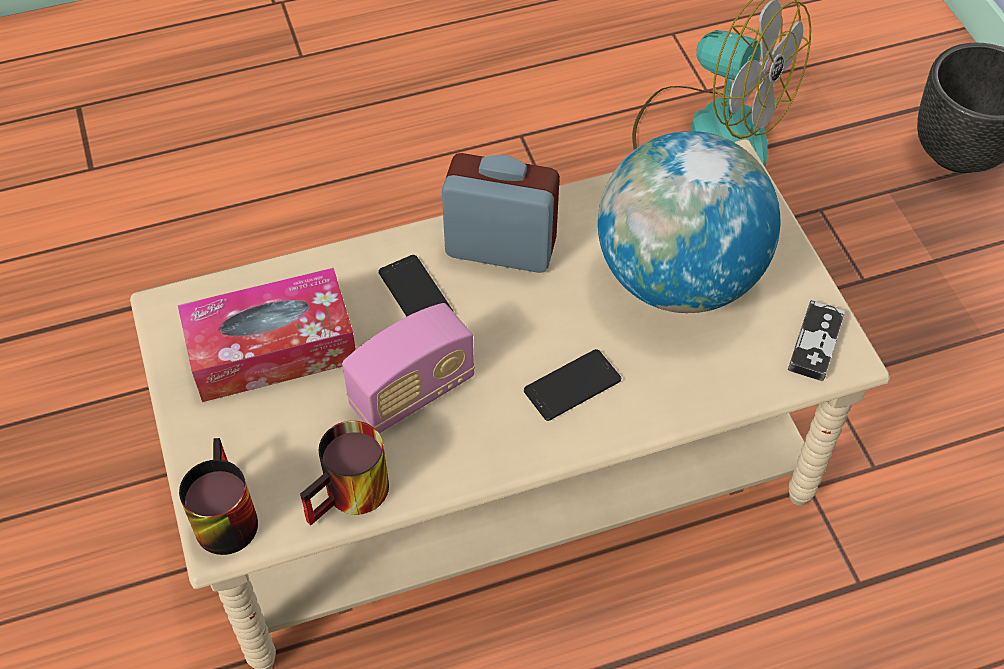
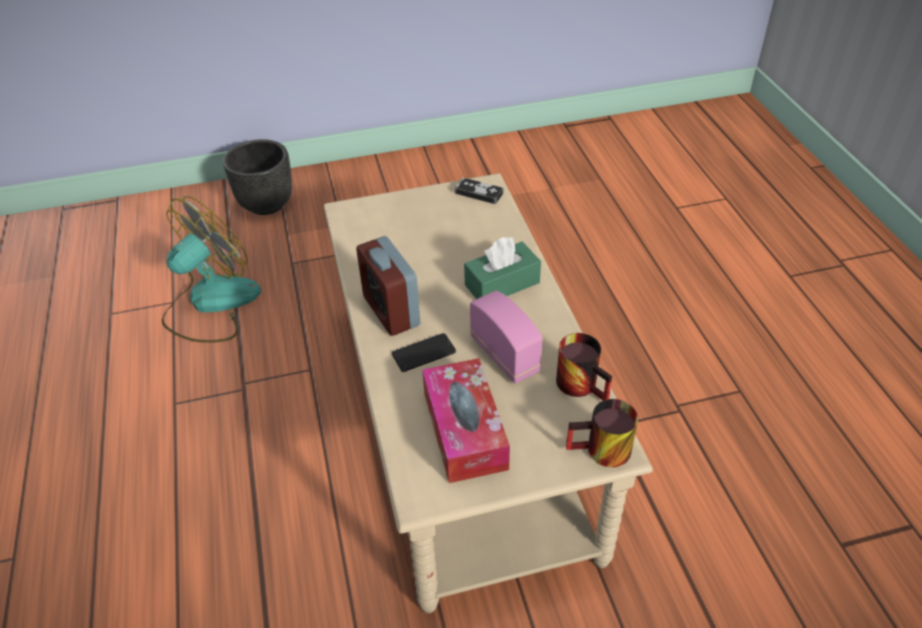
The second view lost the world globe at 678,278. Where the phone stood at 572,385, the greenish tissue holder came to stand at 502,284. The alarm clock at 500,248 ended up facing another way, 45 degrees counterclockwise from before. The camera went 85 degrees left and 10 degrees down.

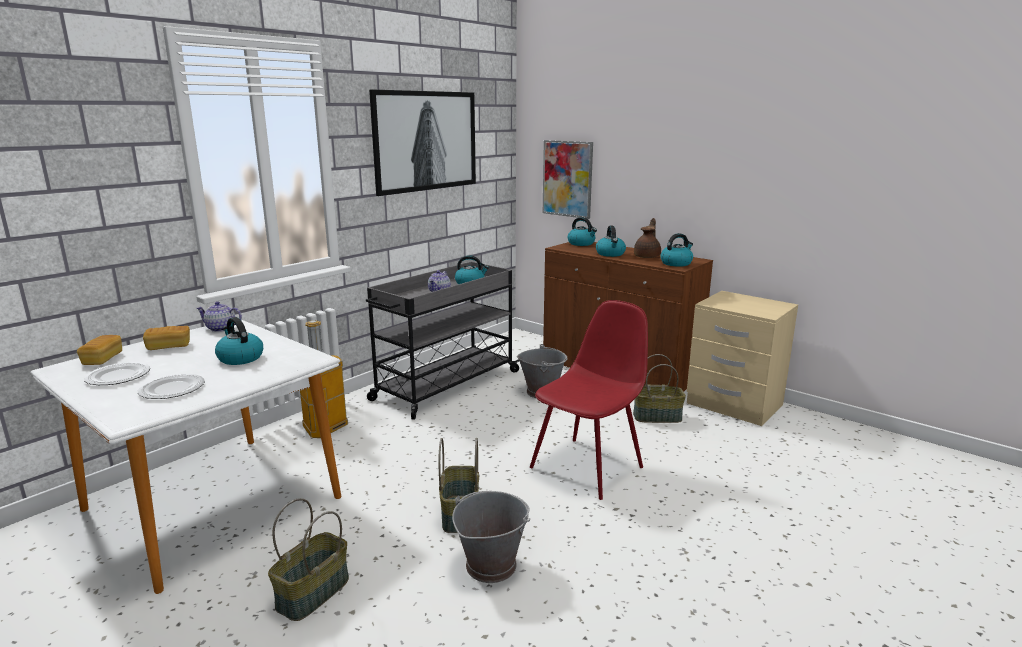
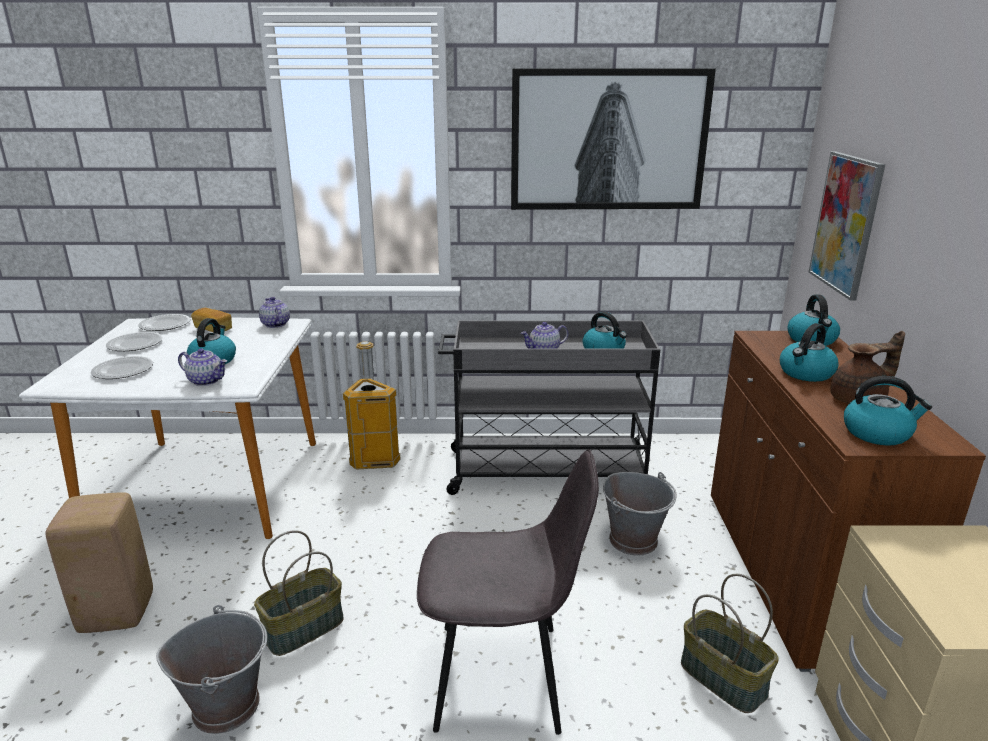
The second view gained the pot for tea at 206,381. Where the bakery bread stood at 102,359, the plate came to stand at 165,325. Where the household basket stood at 313,594, the beige stool seat came to stand at 115,614. What was the red-coloured chair at 588,466 turned into the gray chair at 503,677. The camera went 50 degrees right and 5 degrees up.

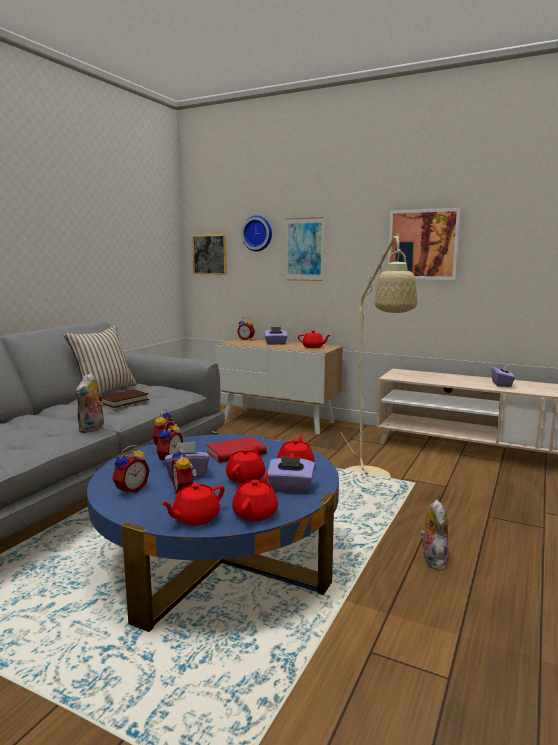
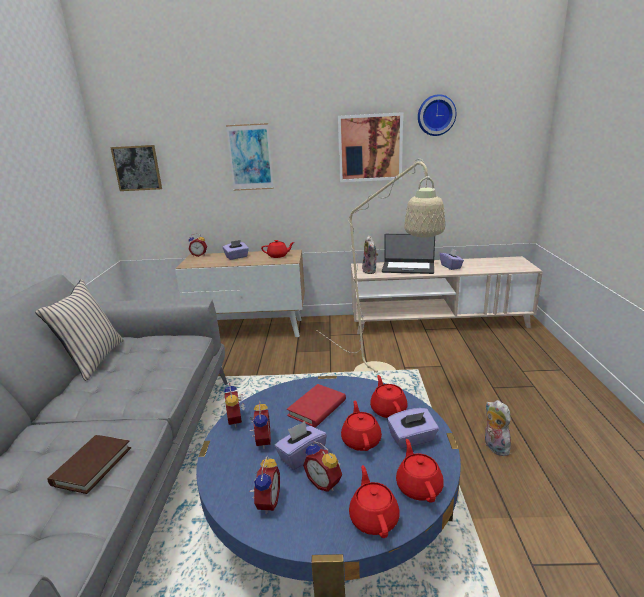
The second view gained the laptop at 408,268. The soft toy ended up elsewhere, having gone from 92,429 to 370,271. The brownish book ended up elsewhere, having gone from 124,401 to 92,466. The hanging clock ended up elsewhere, having gone from 258,233 to 436,115. The red-coloured pot for tea at 195,518 ended up facing another way, 150 degrees clockwise from before. The camera went 25 degrees left and 10 degrees up.

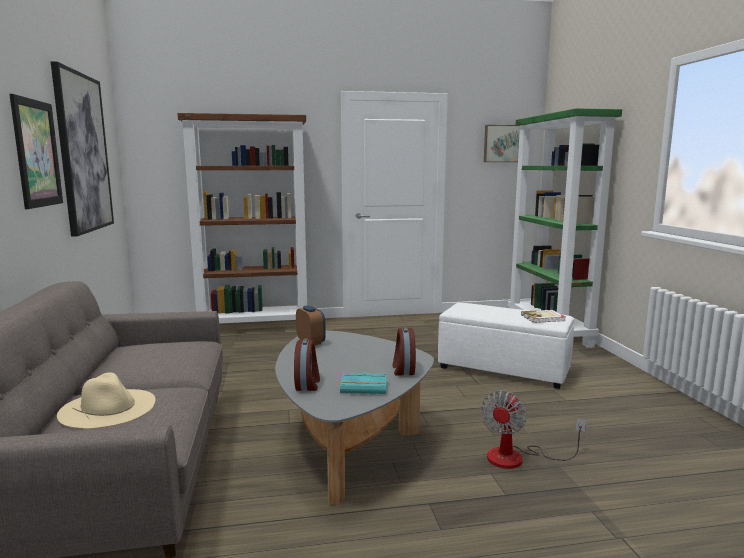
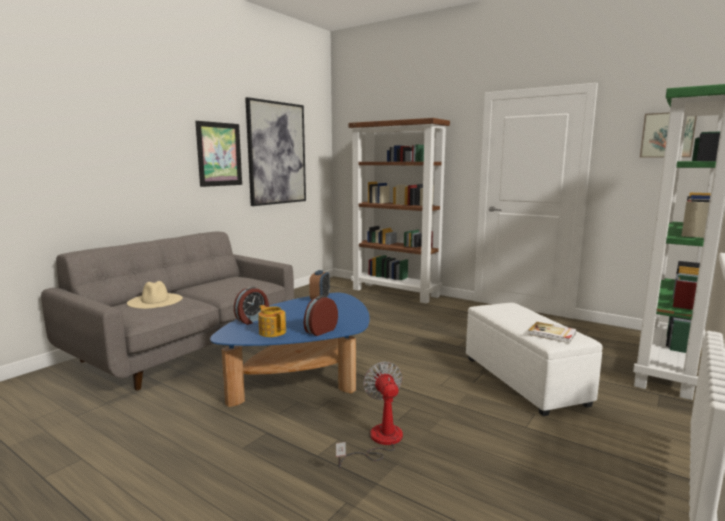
Where the blue-green book stood at 365,387, the pot for tea came to stand at 272,332. What was the gray lounge table at 348,439 turned into the blue lounge table at 305,377. The cooling fan at 517,458 ended up facing another way, 90 degrees clockwise from before. The camera went 45 degrees right and 0 degrees up.

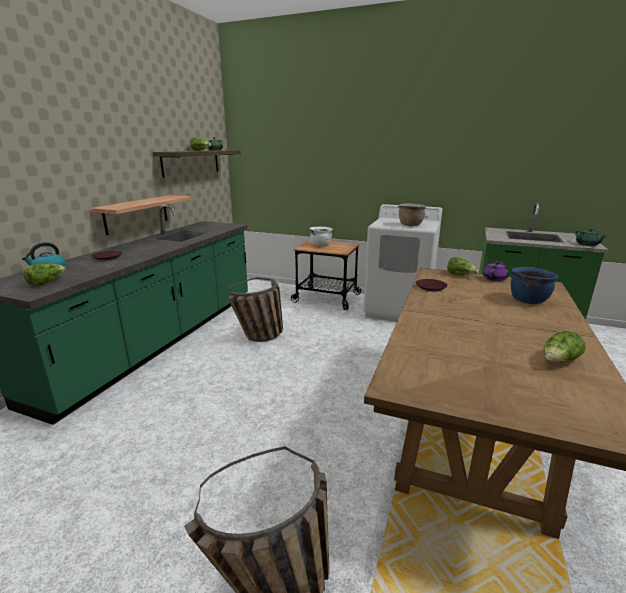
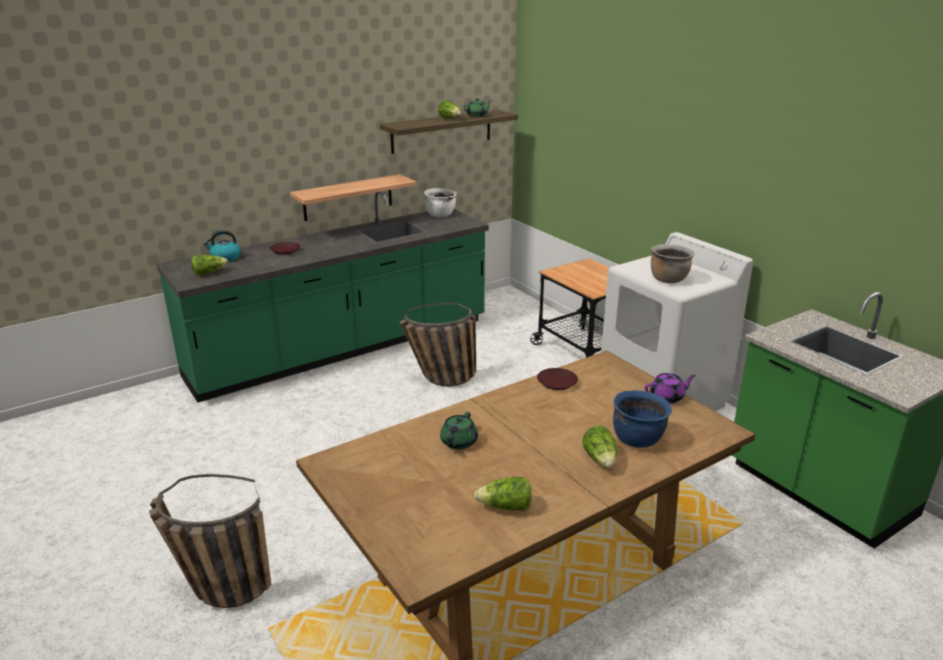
The whitish stockpot ended up elsewhere, having gone from 320,245 to 440,215. The lettuce head ended up elsewhere, having gone from 460,275 to 600,459. The greenish pot for tea ended up elsewhere, having gone from 587,244 to 458,442. The camera went 35 degrees right and 5 degrees up.

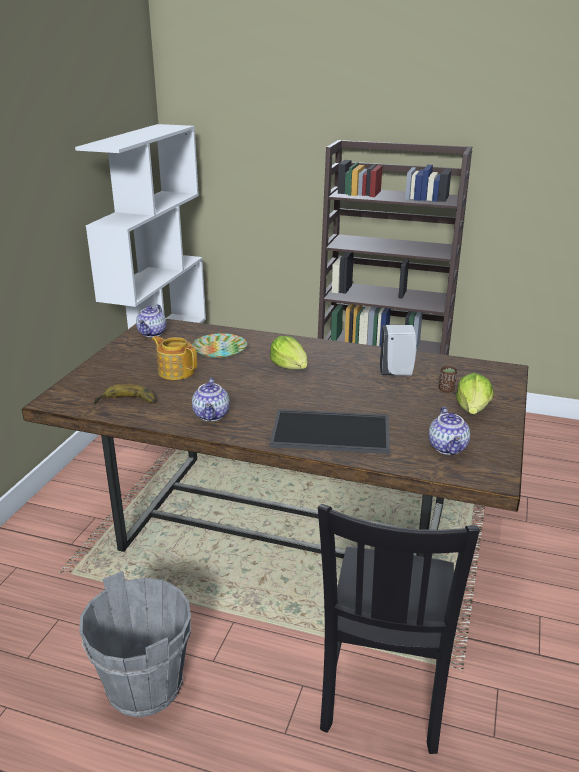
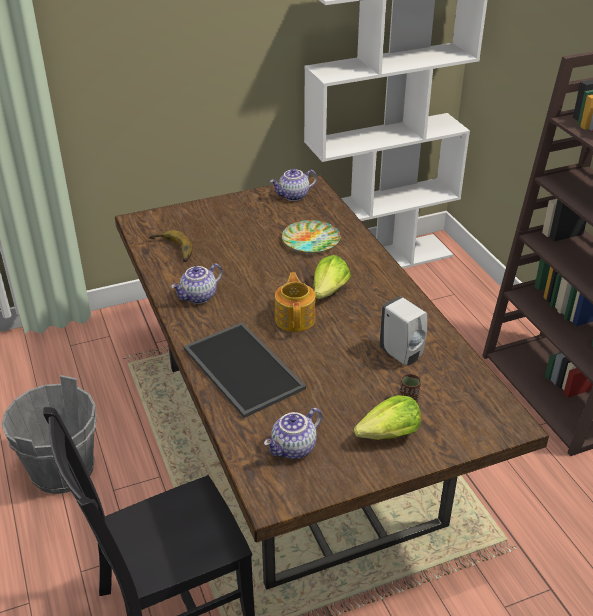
The pot for tea ended up elsewhere, having gone from 176,371 to 295,318. The camera went 50 degrees right and 10 degrees up.

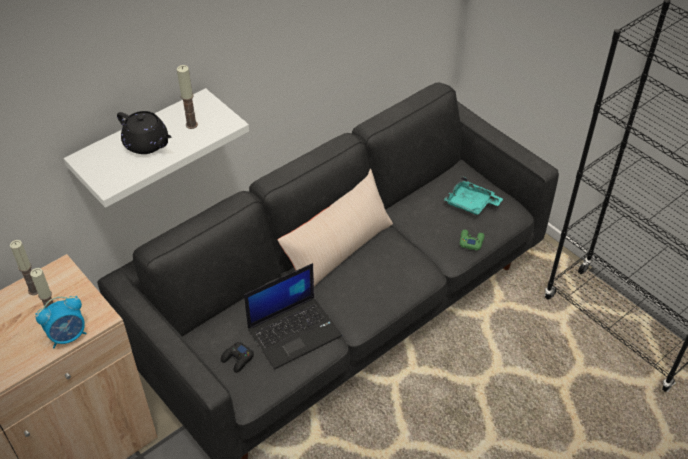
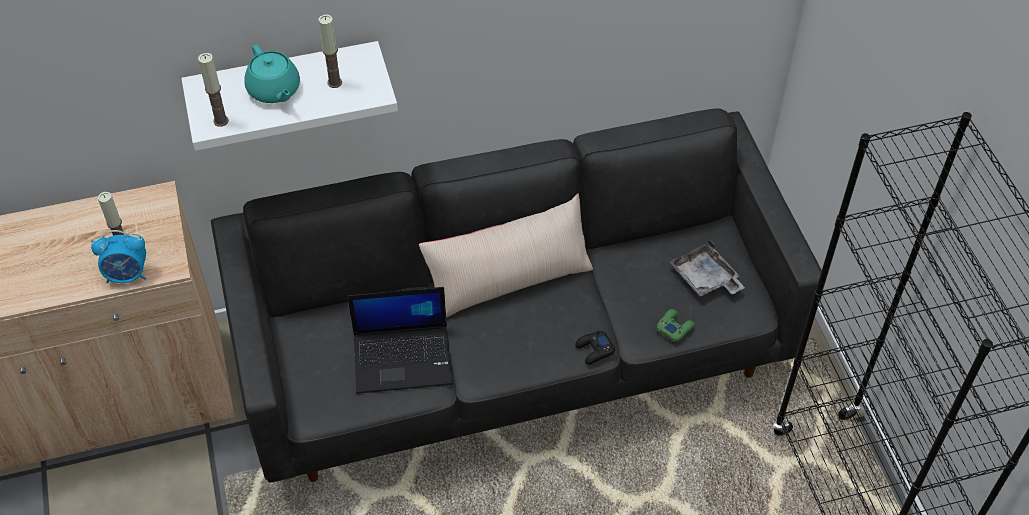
The wax candle ended up elsewhere, having gone from 34,290 to 221,121. The black joypad ended up elsewhere, having gone from 237,359 to 594,350. What was the black pot for tea at 147,144 turned into the blue-green pot for tea at 274,90. What was the blue-green tray at 471,203 turned into the gray tray at 705,278. The camera went 25 degrees right and 5 degrees up.

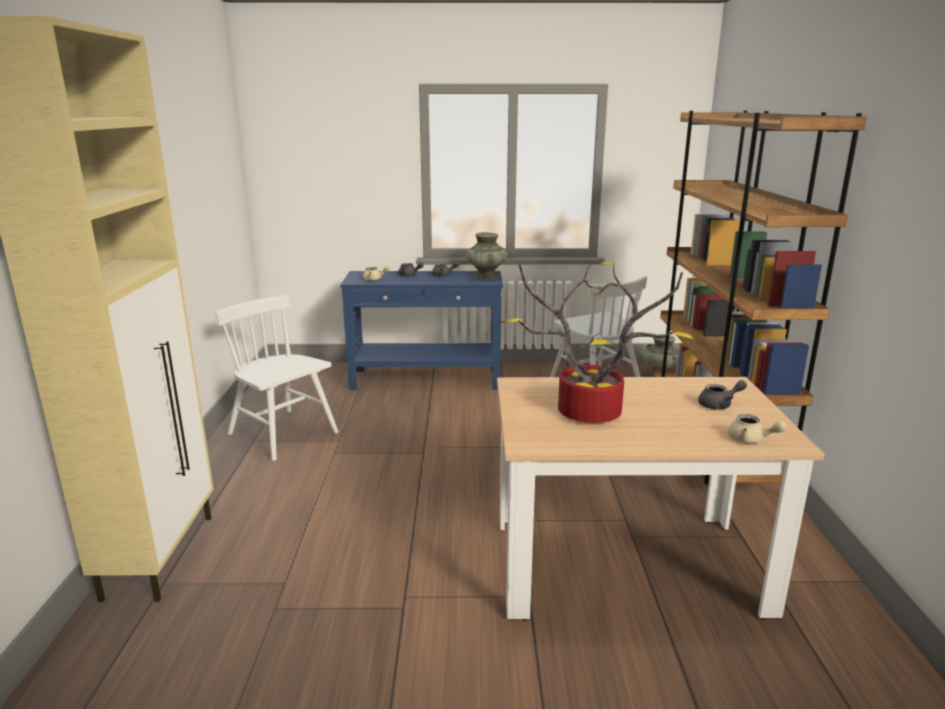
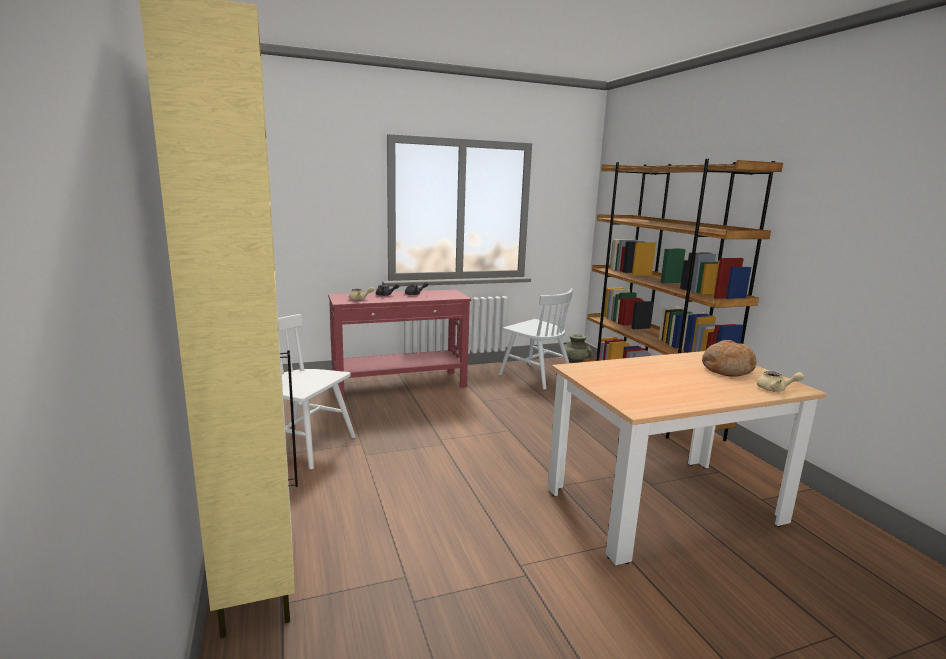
The second view lost the blue-green flower vase at 486,276. The second view lost the houseplant at 585,414. Where the gray pot for tea stood at 719,405, the bakery bread came to stand at 726,369. What was the blue hall table at 426,379 turned into the red-coloured hall table at 400,385. The camera went 20 degrees left and 5 degrees down.

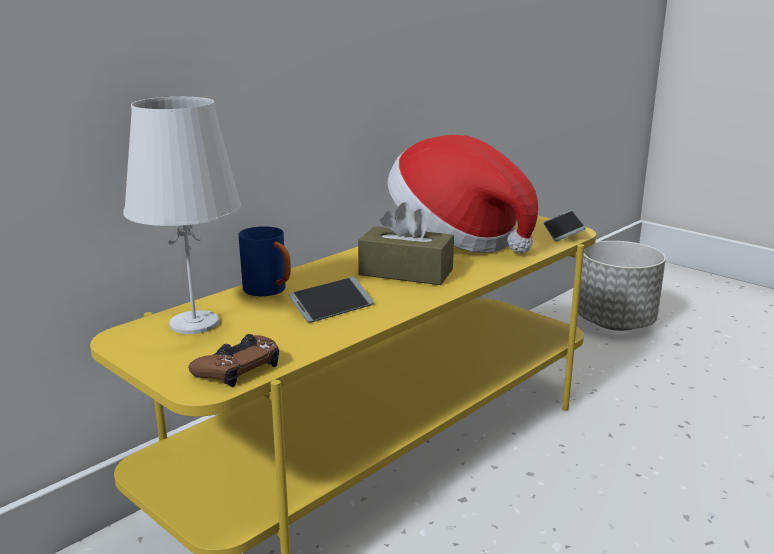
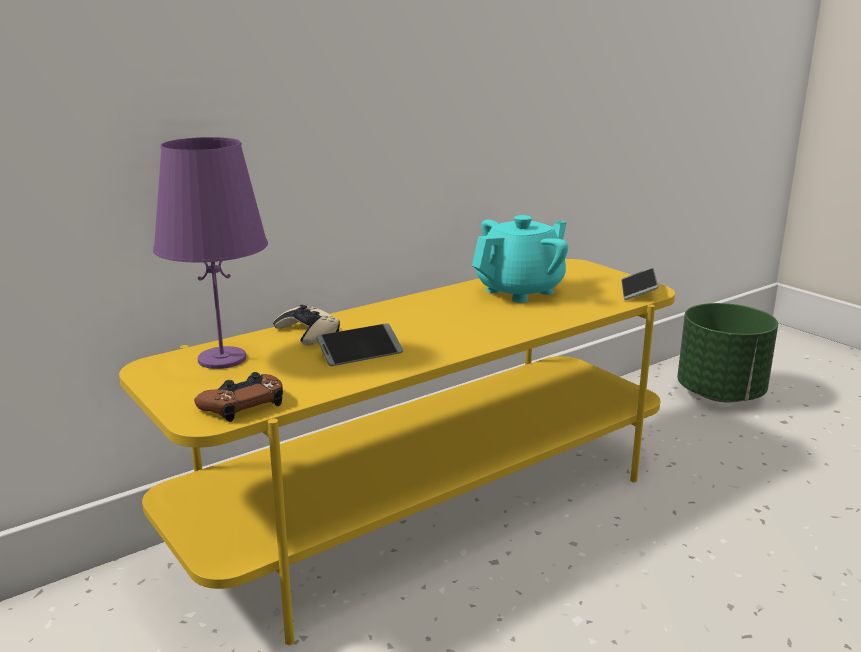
The second view lost the brownish tissue holder at 406,272. Where the blue mug stood at 270,291, the beige joypad came to stand at 308,333. Where the hat stood at 456,238, the blue-green pot for tea came to stand at 520,291. What was the whitish tabletop lamp at 194,324 turned into the purplish tabletop lamp at 221,359. What was the gray planter at 615,323 turned into the greenish planter at 721,394. The camera went 10 degrees right and 0 degrees up.

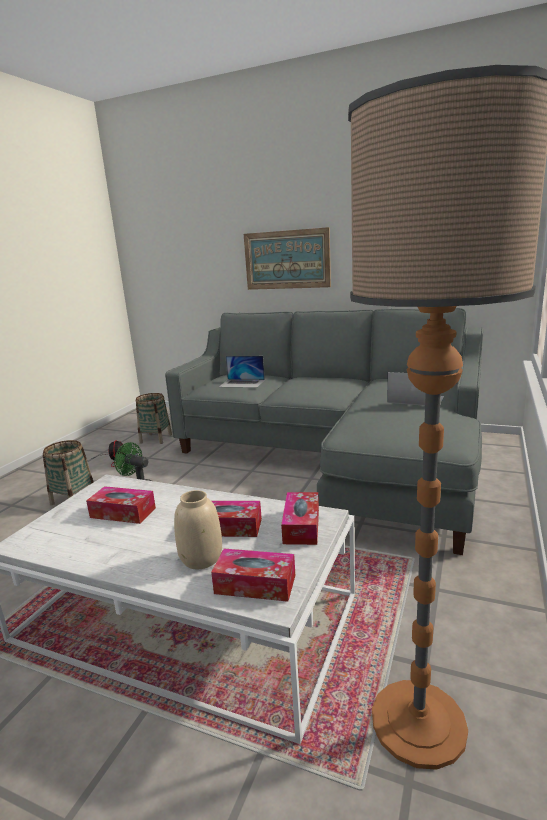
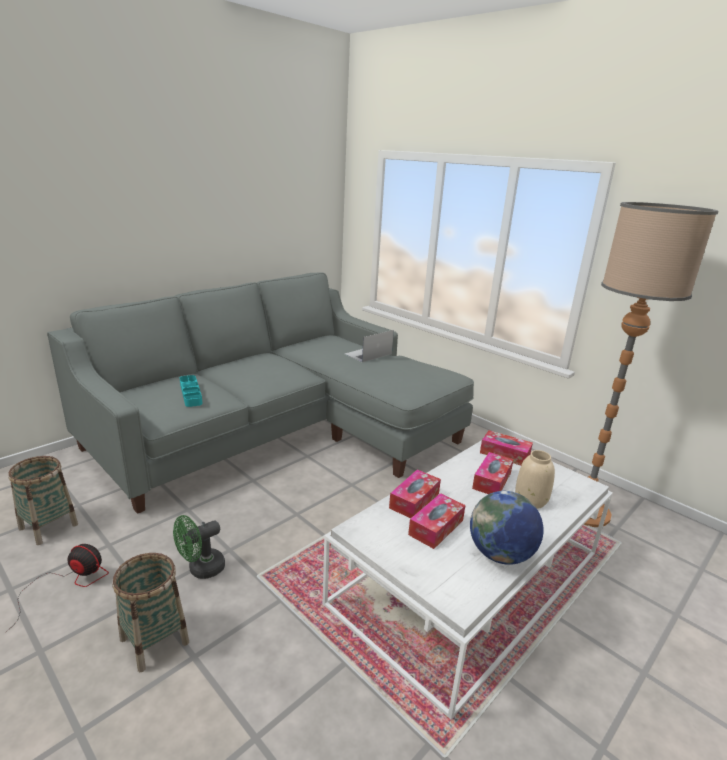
The second view lost the picture at 287,260. The second view gained the world globe at 500,554. The tissue holder ended up elsewhere, having gone from 255,584 to 414,500. Where the laptop stood at 242,383, the blue-green tray came to stand at 191,393. The camera went 70 degrees left and 5 degrees up.

